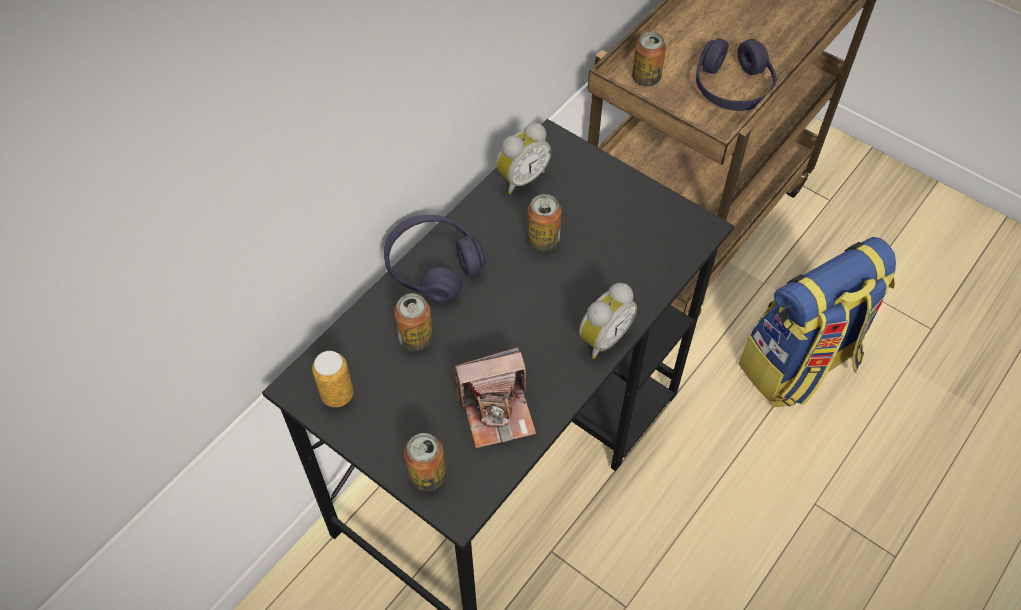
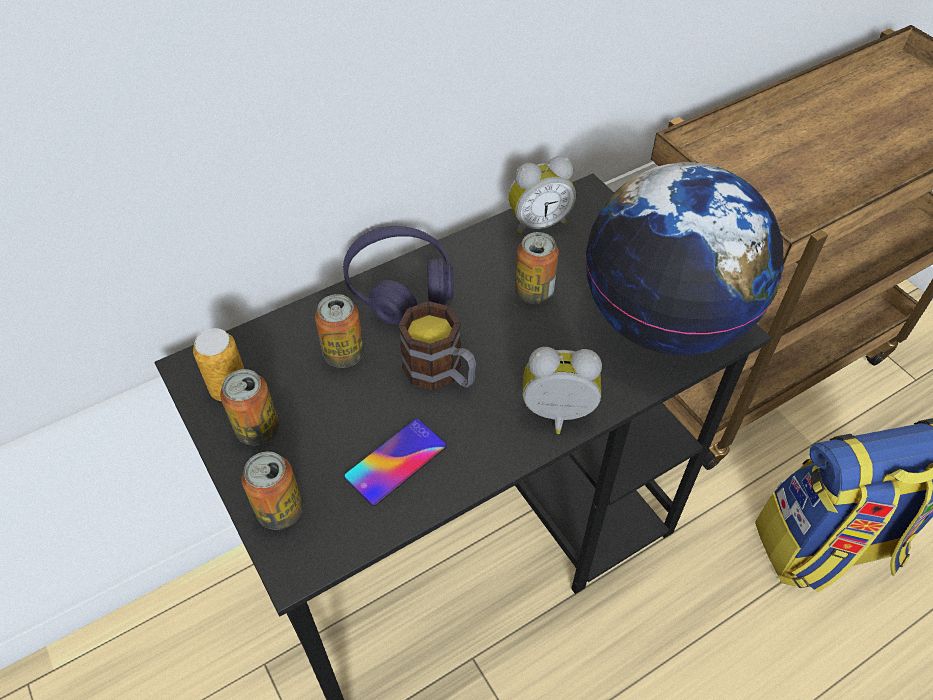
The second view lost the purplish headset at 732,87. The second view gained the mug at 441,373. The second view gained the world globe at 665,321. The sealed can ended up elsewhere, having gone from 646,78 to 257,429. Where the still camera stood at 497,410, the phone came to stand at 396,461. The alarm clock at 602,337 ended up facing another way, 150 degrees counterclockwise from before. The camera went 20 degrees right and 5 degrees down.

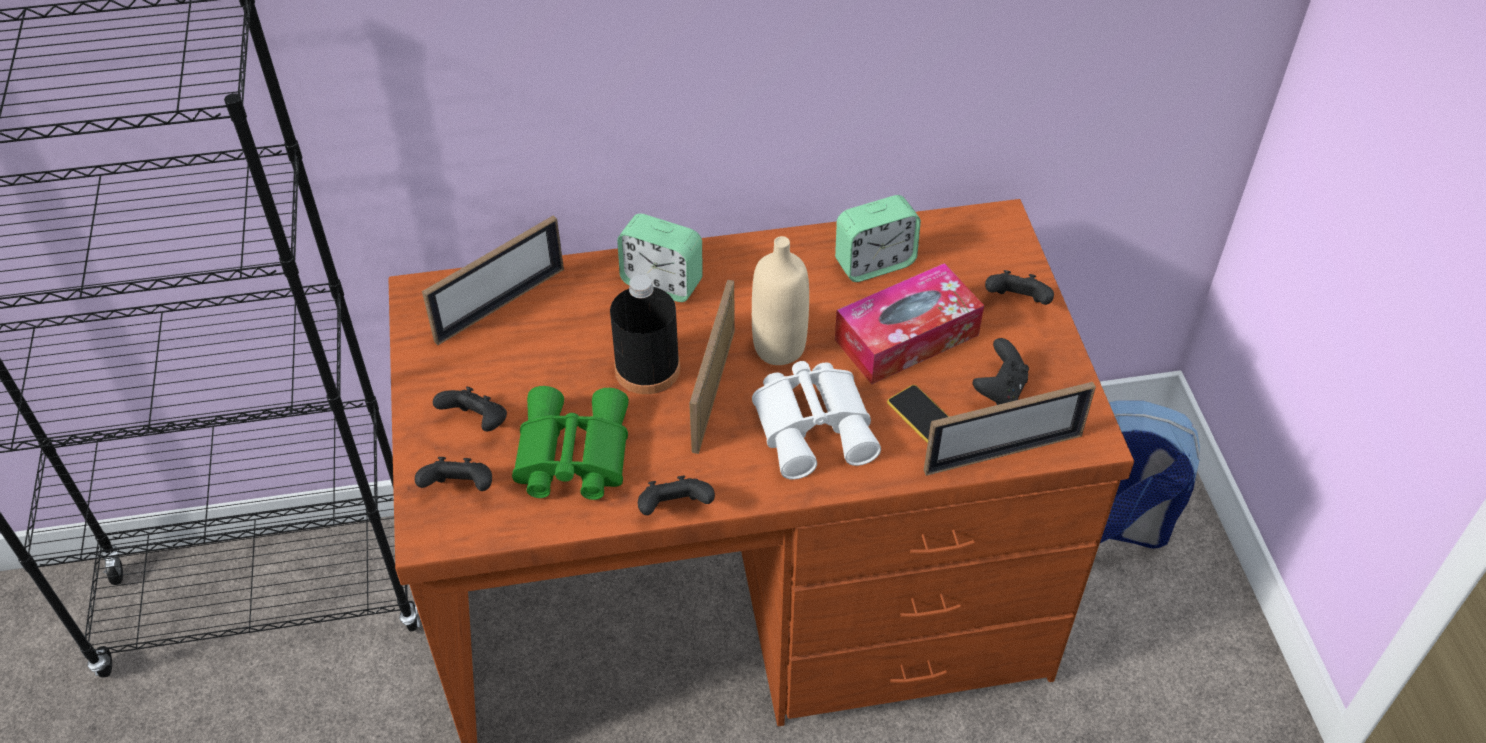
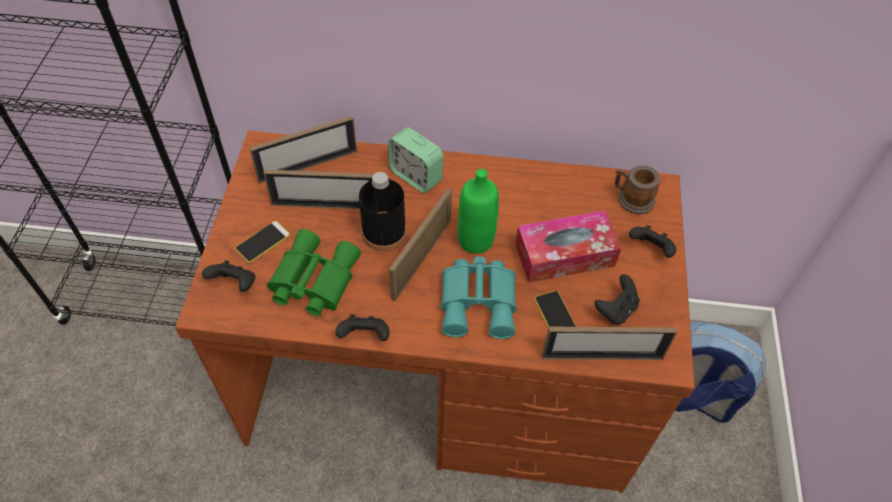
The second view lost the alarm clock at 874,263. The second view gained the standing frame at 325,206. The second view gained the mug at 631,199. Where the black joypad stood at 477,423, the phone came to stand at 263,242. What was the beige drink bottle at 779,347 turned into the greenish drink bottle at 475,240. What was the whitish field glasses at 816,425 turned into the blue-green field glasses at 480,302. The camera went 15 degrees right and 5 degrees up.

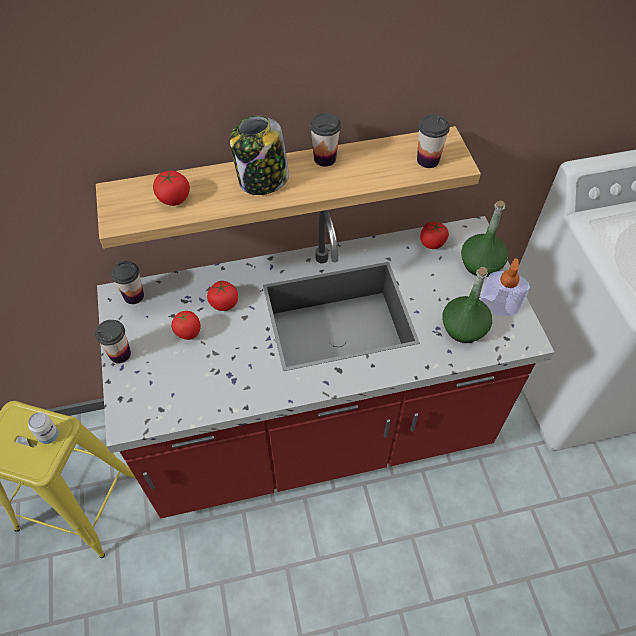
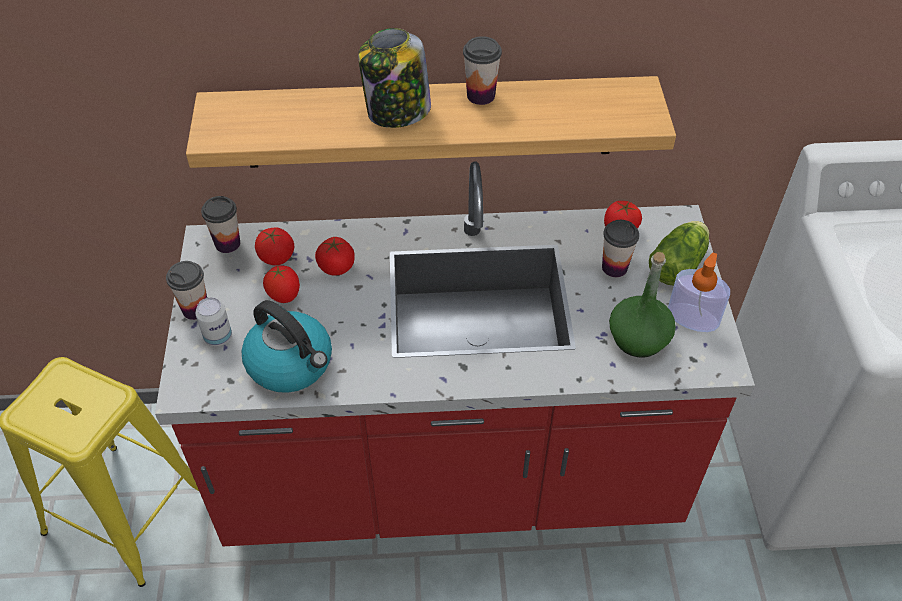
The second view gained the tea kettle at 291,364. The sealed can ended up elsewhere, having gone from 49,435 to 218,337. The tomato ended up elsewhere, having gone from 174,198 to 276,257. The cup ended up elsewhere, having gone from 428,160 to 614,267. Where the greenish drink bottle stood at 481,264, the lettuce head came to stand at 679,263. The camera went 10 degrees right and 5 degrees down.

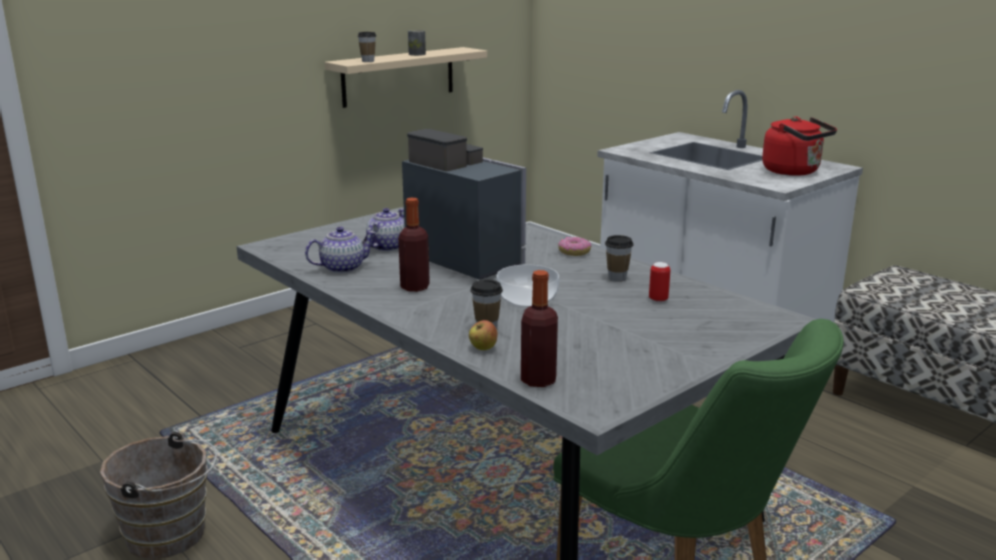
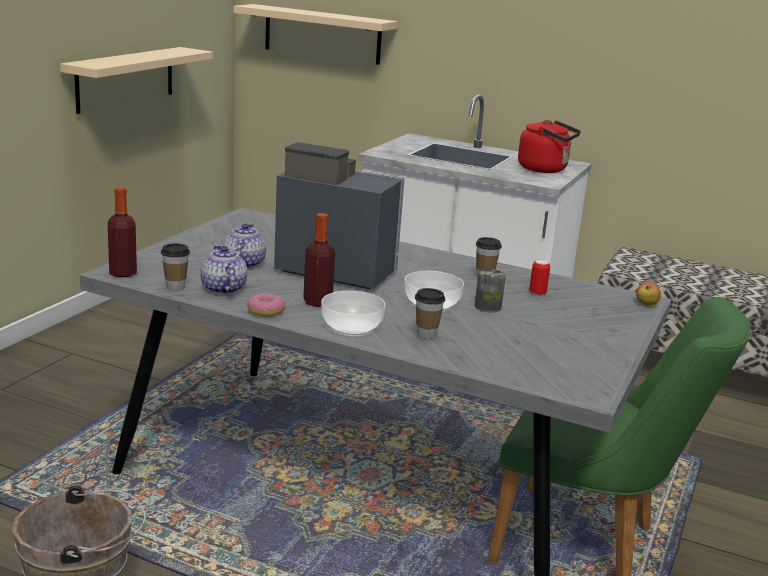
The second view gained the beige bracket shelf at 322,34. The second view gained the deep dish at 351,327. The cup ended up elsewhere, having gone from 368,61 to 175,287. The sealed can ended up elsewhere, having gone from 417,54 to 488,307. The whole apple ended up elsewhere, having gone from 483,348 to 646,304. The drink bottle ended up elsewhere, having gone from 538,380 to 123,273. The ring doughnut ended up elsewhere, having gone from 574,252 to 266,311. The pot for tea at 342,268 ended up facing another way, 60 degrees counterclockwise from before. The camera went 25 degrees left and 0 degrees up.

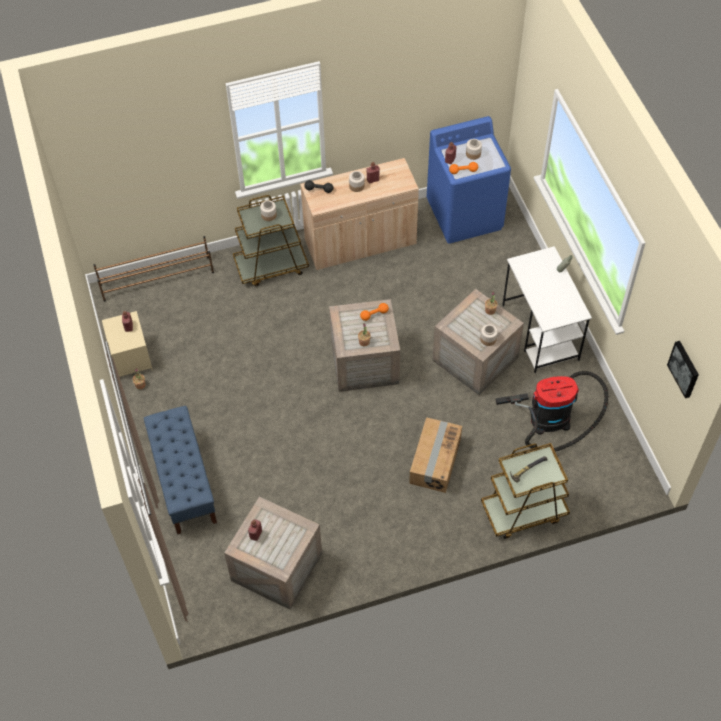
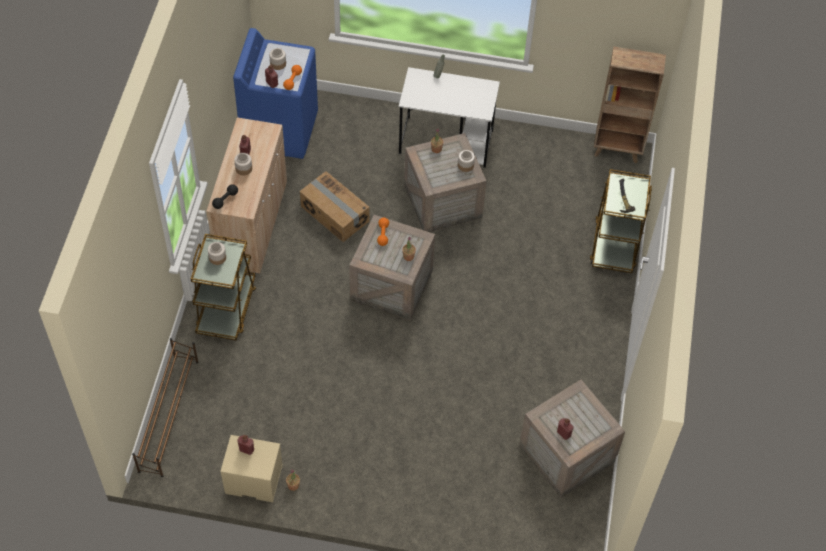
The second view lost the blue long seat at 184,481. The second view lost the hoover at 554,417. The second view lost the picture at 684,369. The second view gained the brownish bookshelf at 618,150. The packing box ended up elsewhere, having gone from 434,461 to 334,214. The camera went 65 degrees left and 0 degrees up.

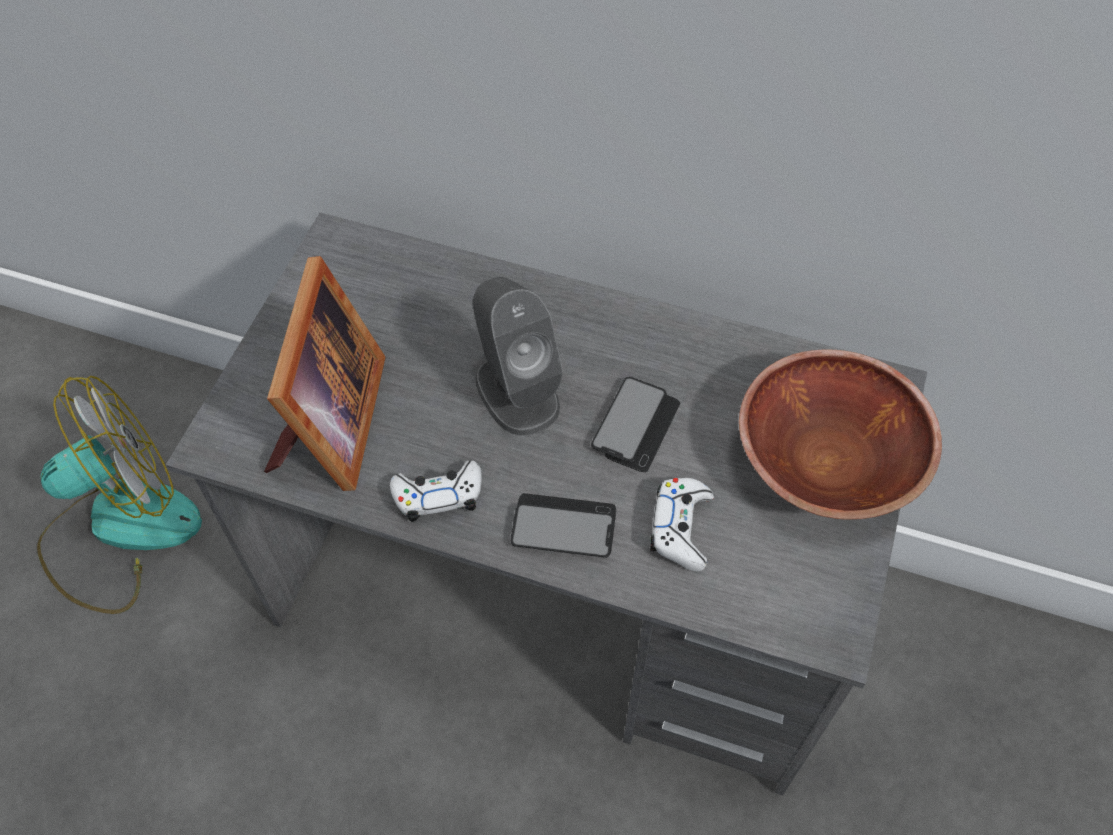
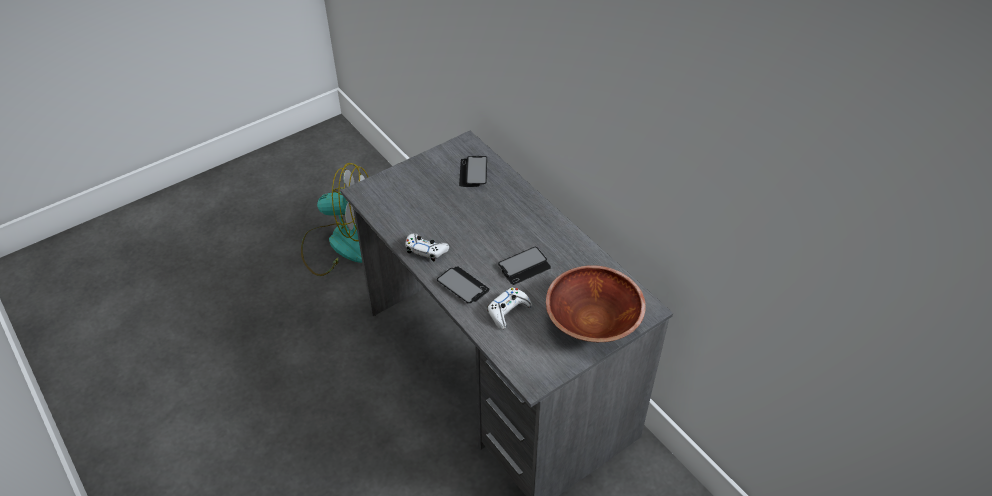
The second view lost the standing frame at 329,425. The second view lost the gray speaker at 516,391. The second view gained the phone at 473,172. The camera went 35 degrees right and 10 degrees down.

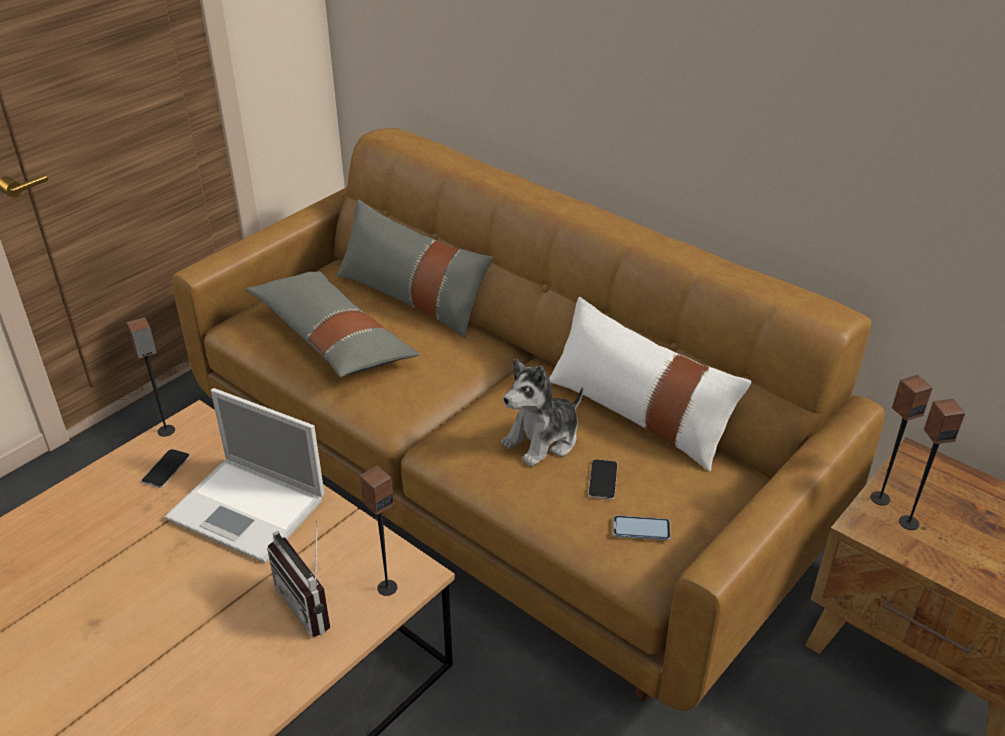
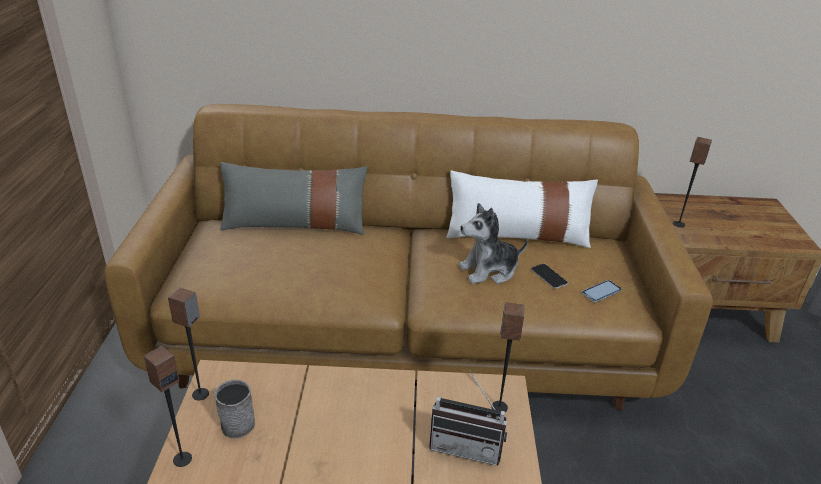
The second view lost the laptop at 249,509. The second view lost the gray cushion at 332,339. The speaker ended up elsewhere, having gone from 908,522 to 182,459. Where the phone stood at 166,469, the gray mug came to stand at 237,420. The soft toy at 543,440 ended up facing another way, 60 degrees clockwise from before. The camera went 40 degrees left and 5 degrees down.

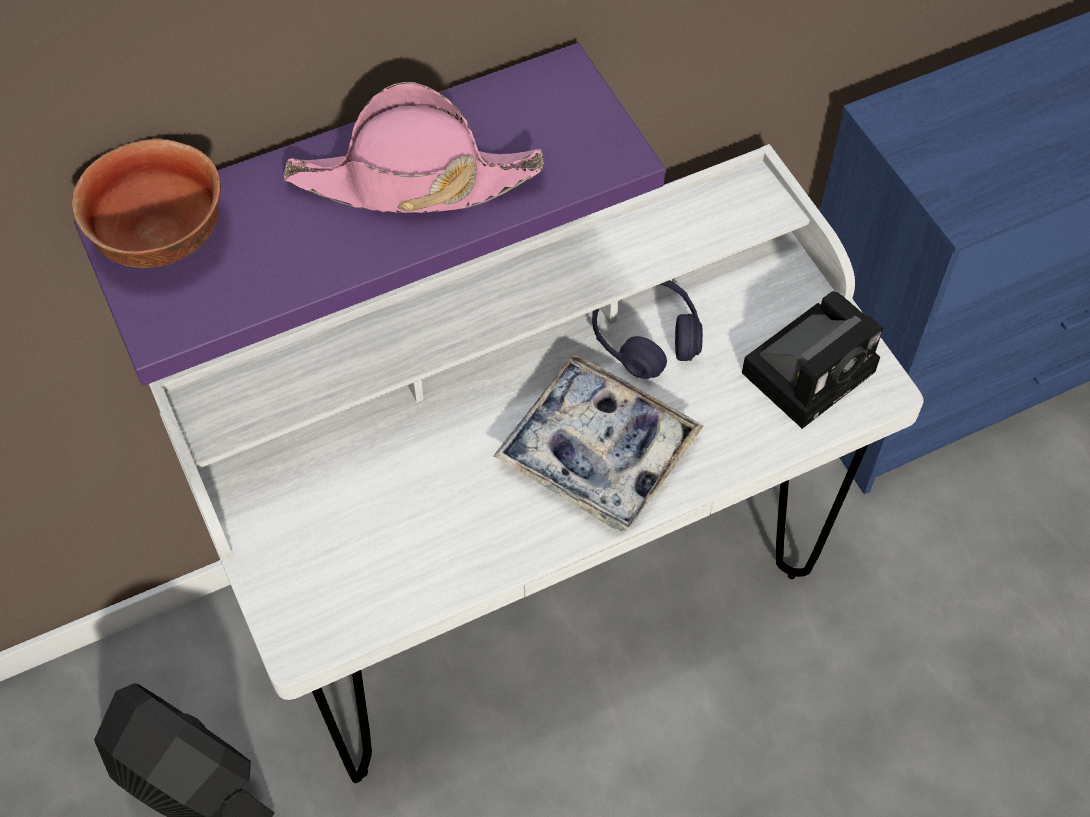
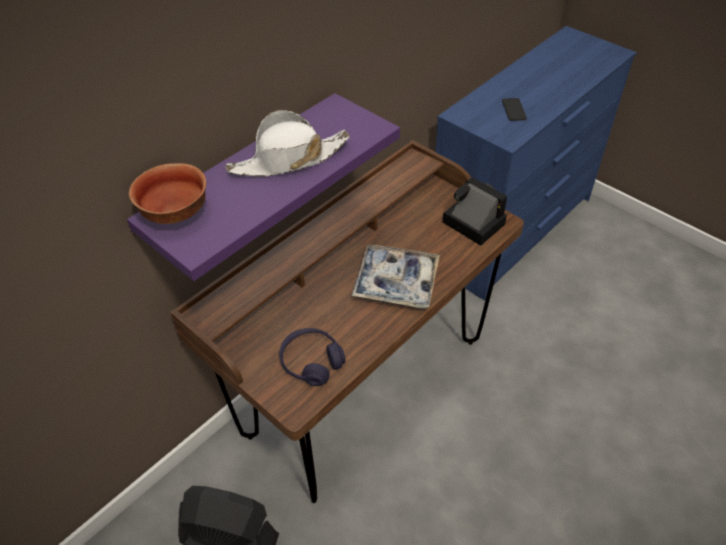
The second view gained the phone at 513,110. The purplish headset ended up elsewhere, having gone from 645,335 to 311,362. What was the whitish desk table at 543,592 turned into the brownish desk table at 364,387. What was the pinkish hat at 414,181 turned into the whitish hat at 289,160. The still camera at 811,368 ended up facing another way, 75 degrees counterclockwise from before. The camera went 20 degrees left and 10 degrees down.

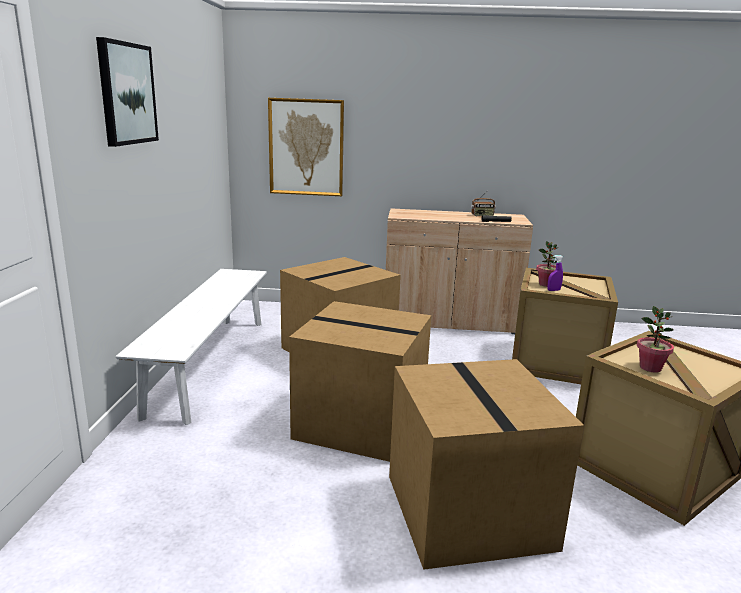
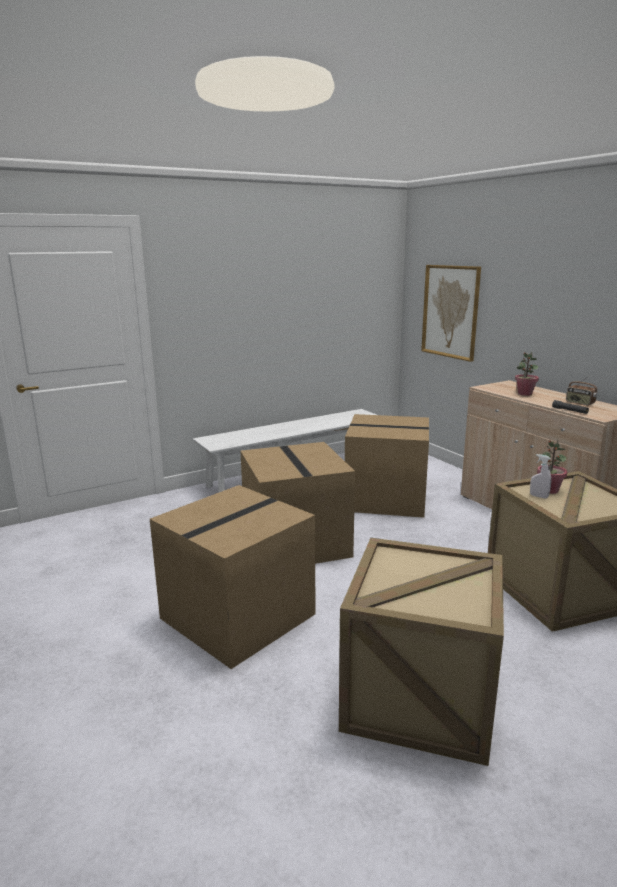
The second view lost the picture at 127,93. The houseplant ended up elsewhere, having gone from 650,368 to 524,394. What was the purplish spray bottle at 553,290 turned into the whitish spray bottle at 538,496. The camera went 55 degrees right and 0 degrees up.

